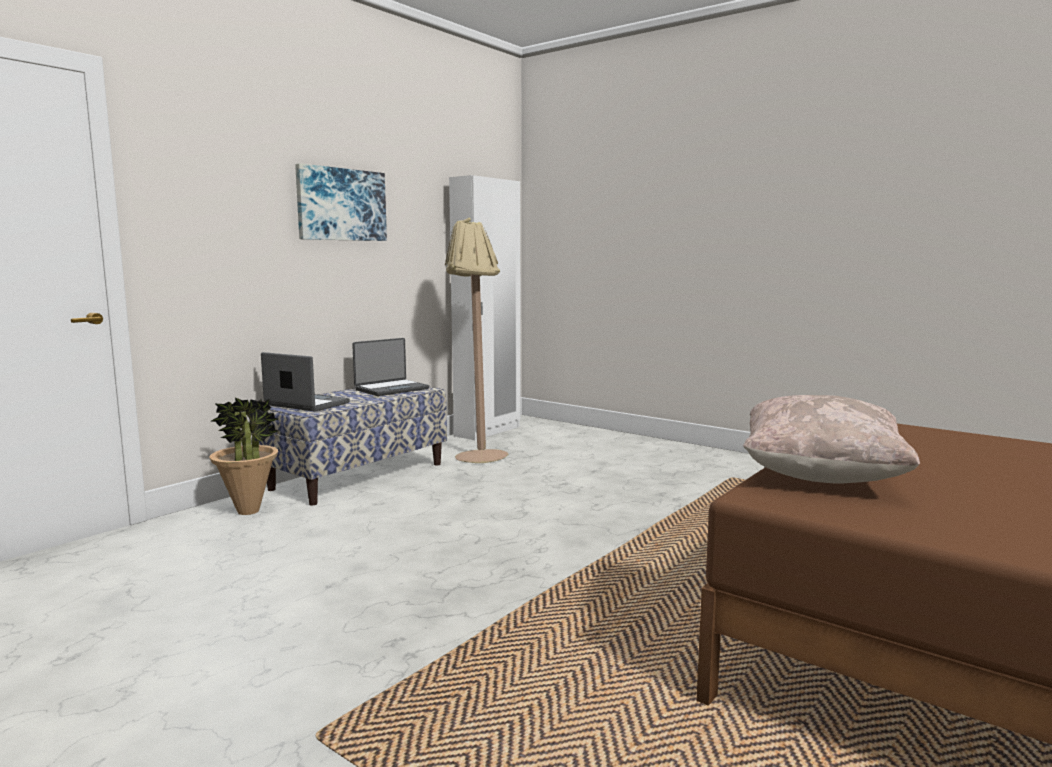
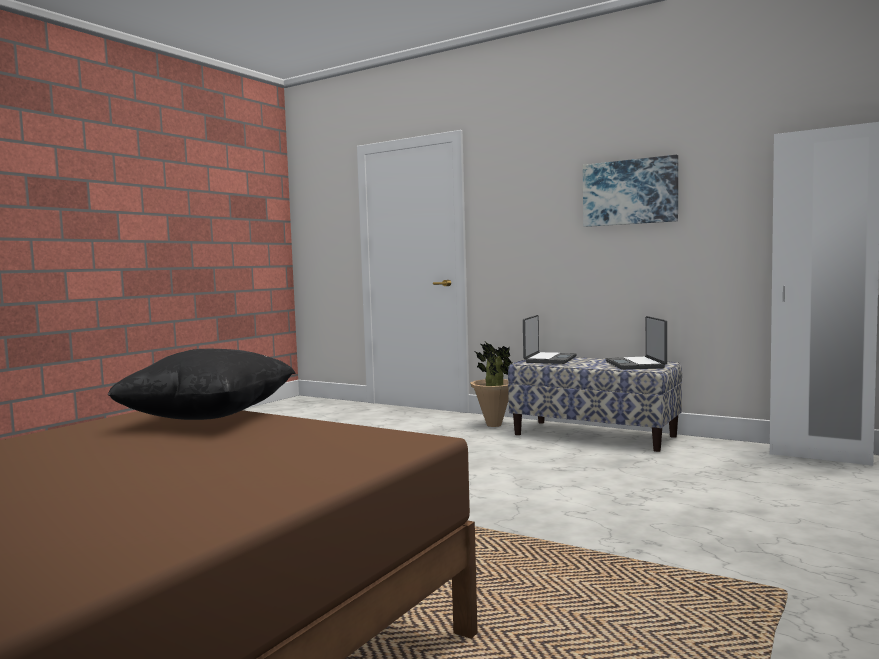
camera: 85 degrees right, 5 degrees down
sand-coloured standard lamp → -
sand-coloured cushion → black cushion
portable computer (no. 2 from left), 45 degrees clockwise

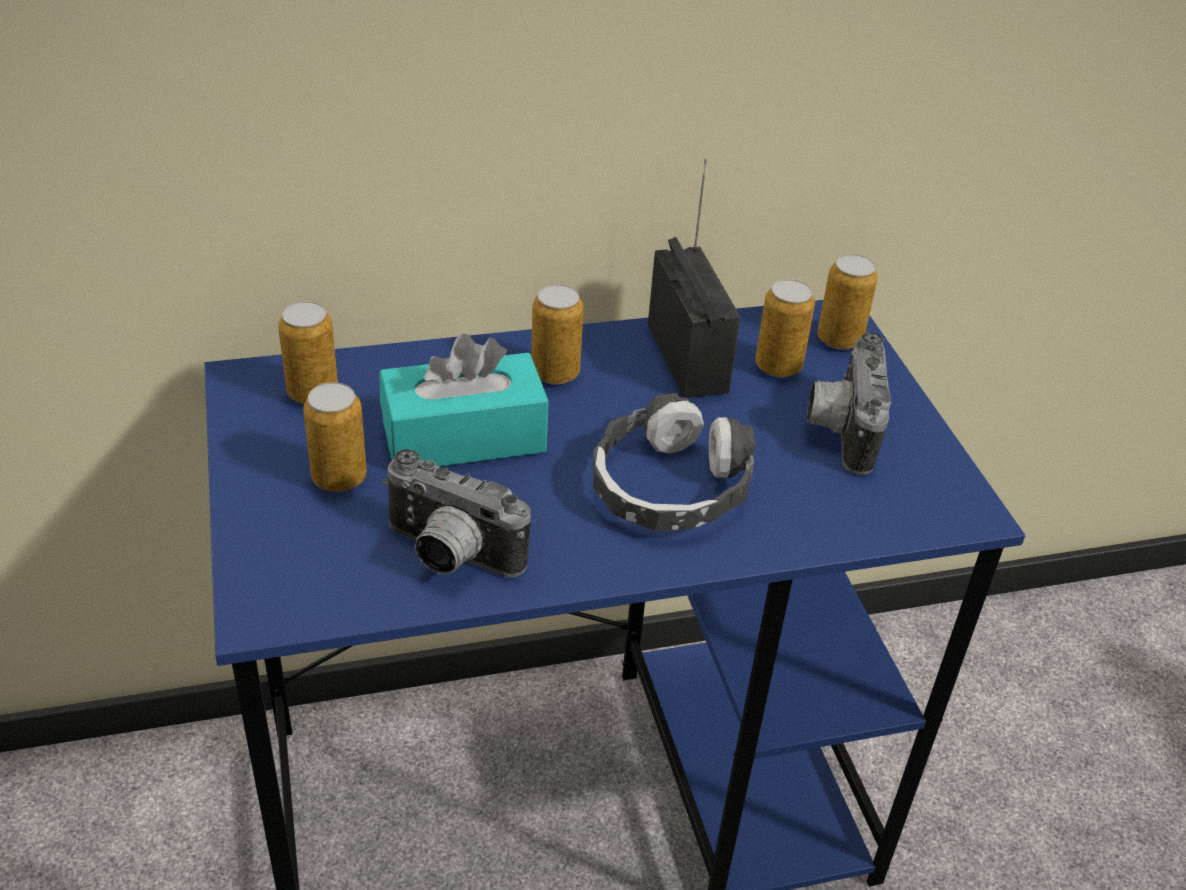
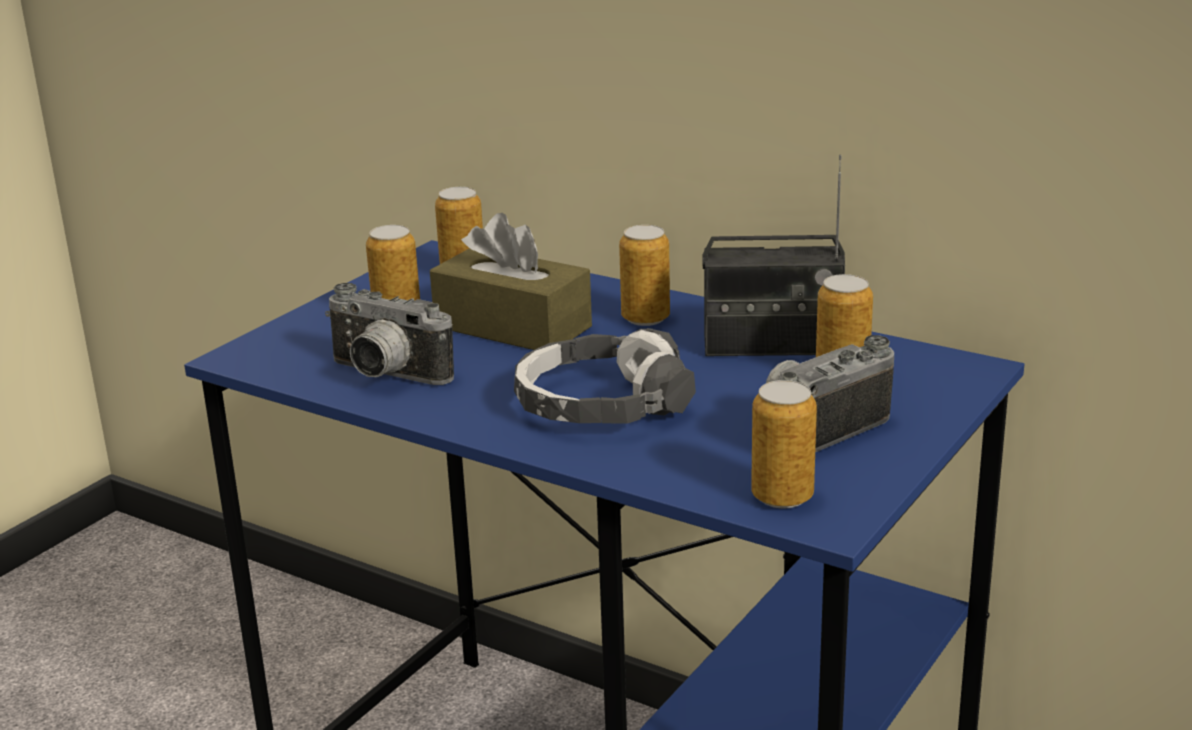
camera: 50 degrees right, 15 degrees down
metal can (no. 5 from left in the first image) → metal can (no. 4 from left), shifted
turquoise box of tissues → brown box of tissues
photo camera (no. 1 from left), 45 degrees counterclockwise
radio receiver, 60 degrees clockwise

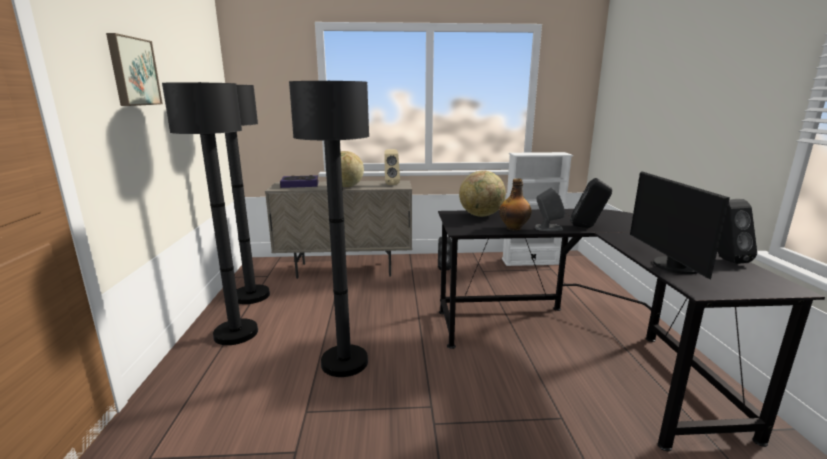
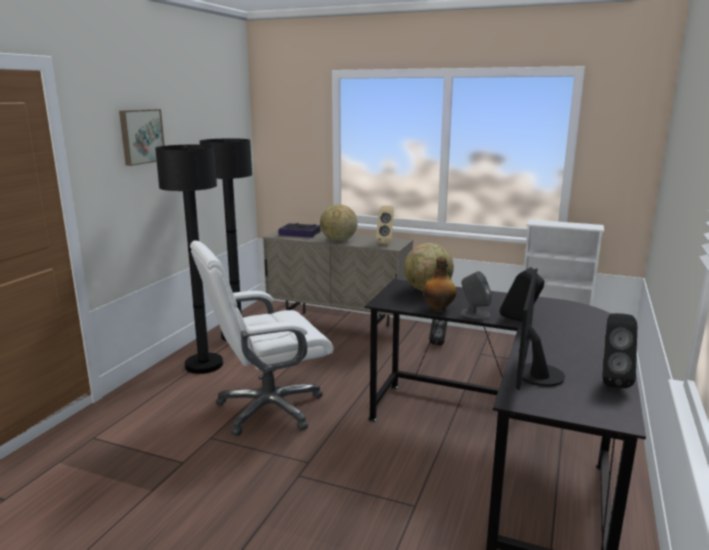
camera: 25 degrees right, 0 degrees up
black standard lamp (no. 3 from left) → white desk chair

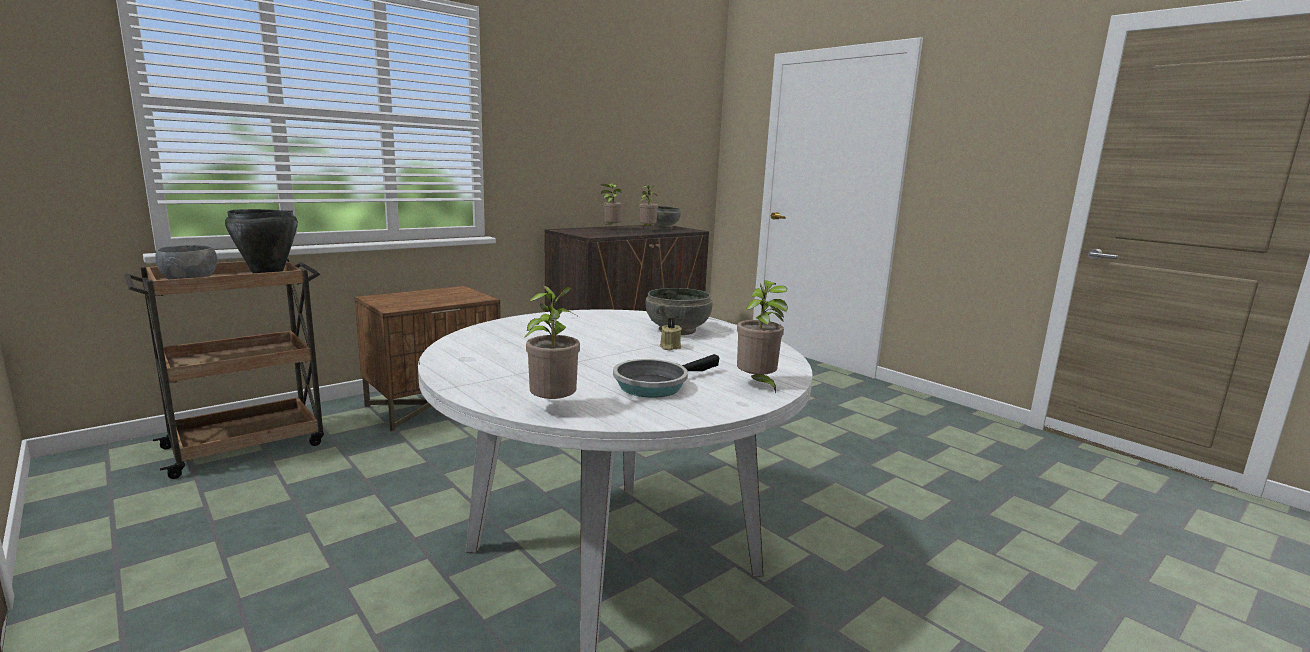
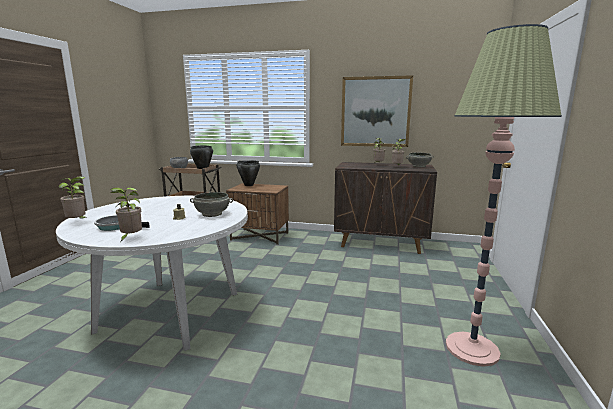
camera: 55 degrees right, 0 degrees up
- → black stockpot (no. 2 from left)
- → wall picture
- → standard lamp

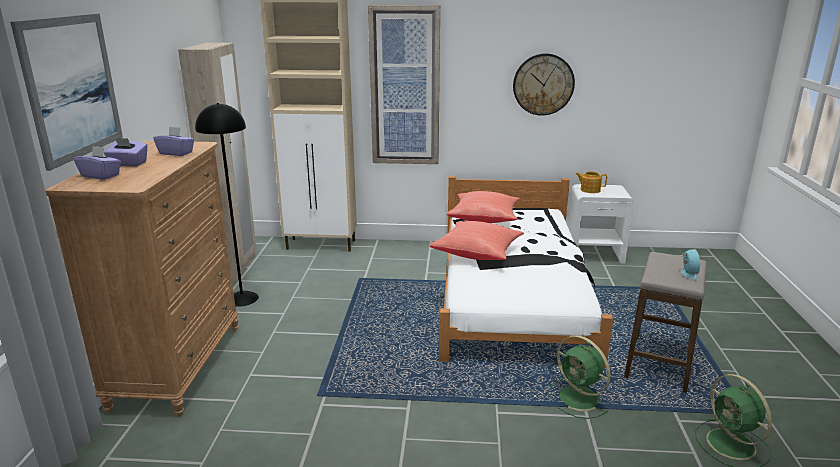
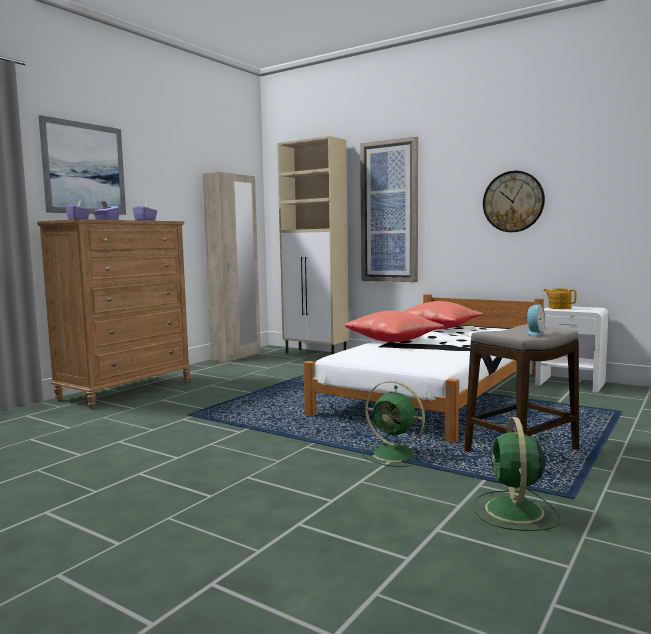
camera: 30 degrees right, 15 degrees down
black standard lamp → -
greenish electric fan (no. 1 from left), 45 degrees counterclockwise

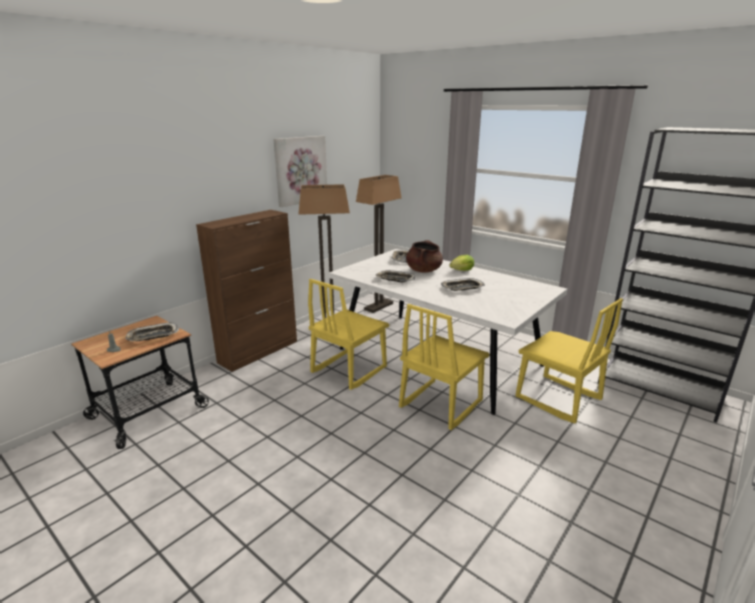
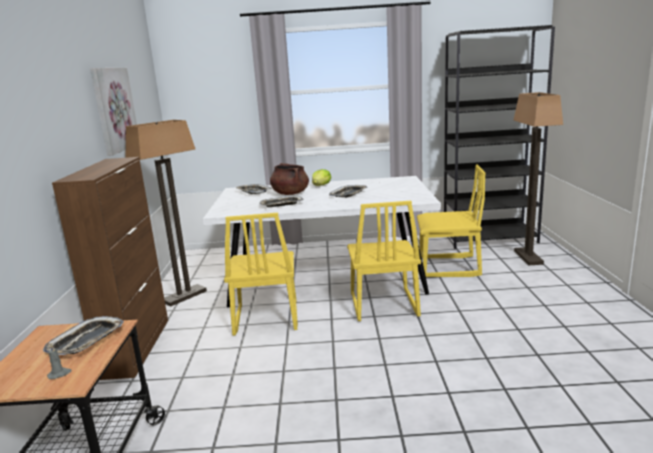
camera: 40 degrees left, 5 degrees down
standard lamp (no. 2 from left), shifted

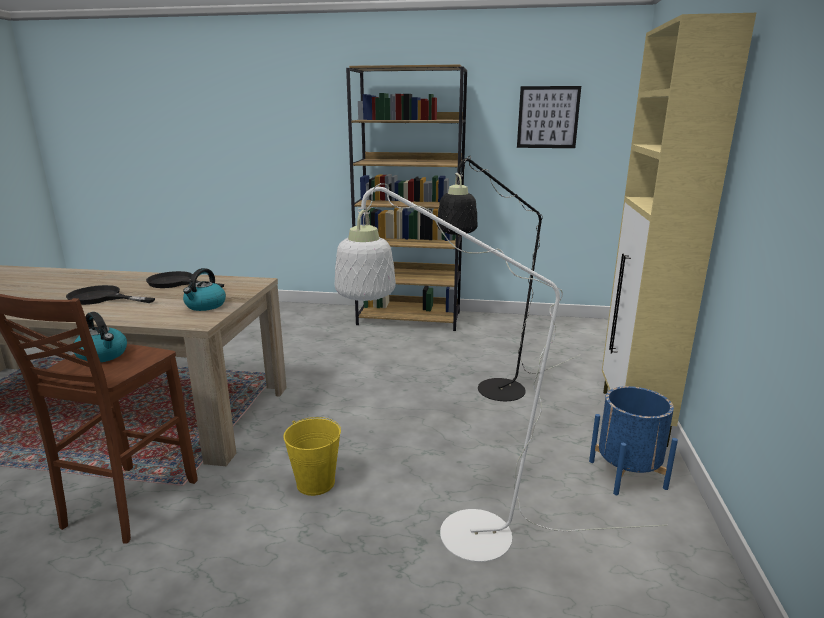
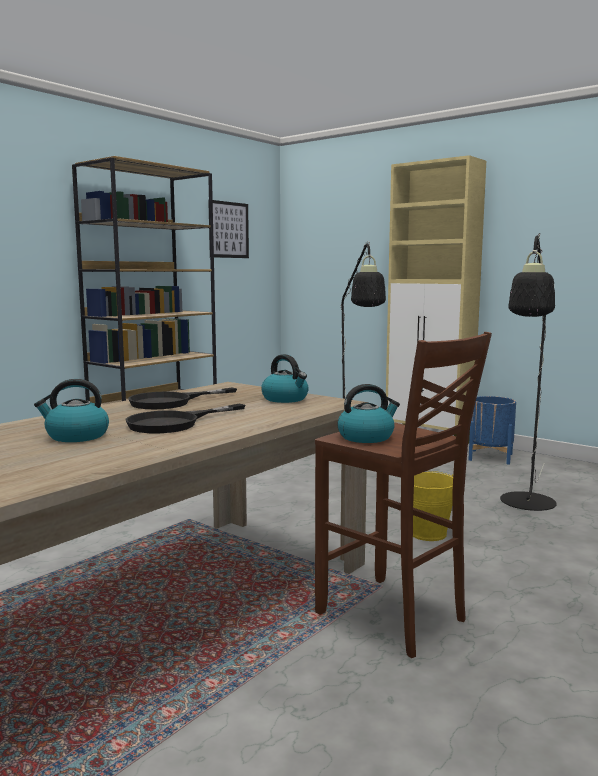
camera: 60 degrees left, 10 degrees down
- → water kettle (no. 1 from left)
white standard lamp → black standard lamp (no. 2 from left)

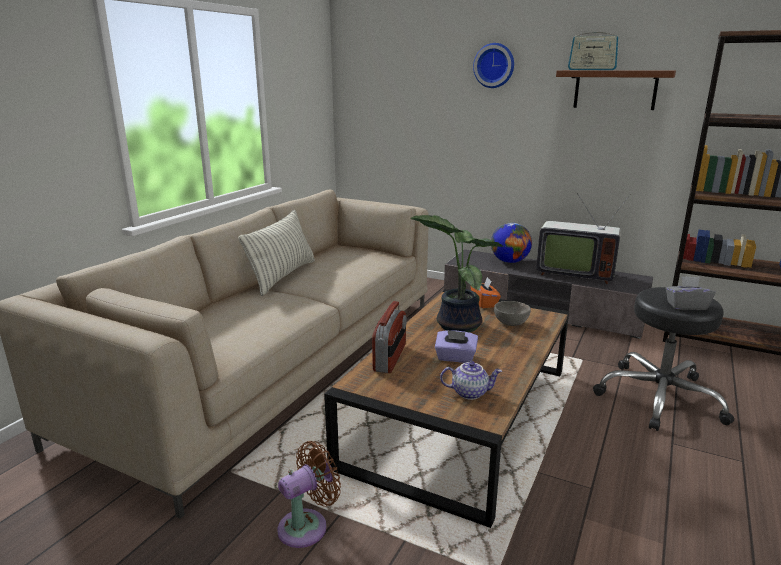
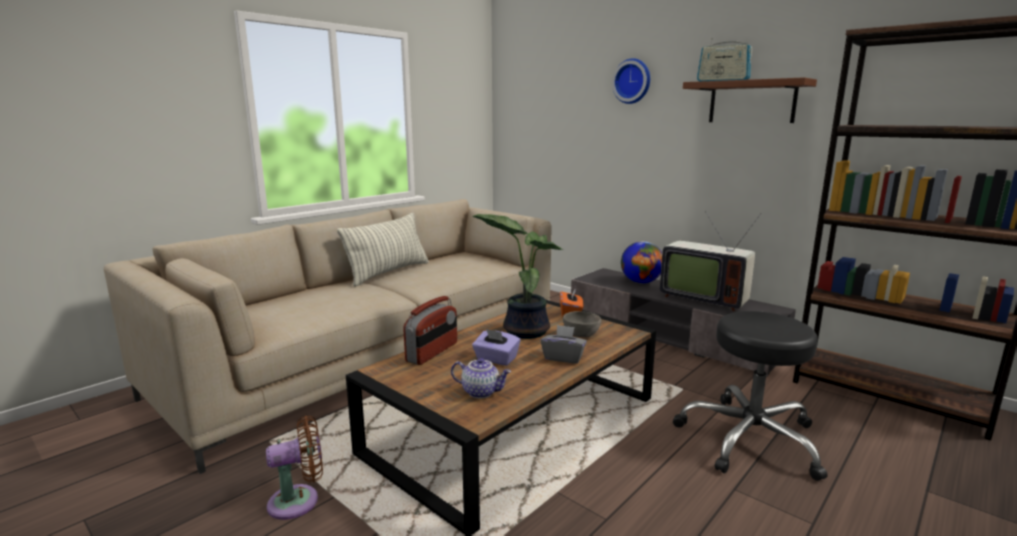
camera: 15 degrees right, 5 degrees down
grey box of tissues, shifted

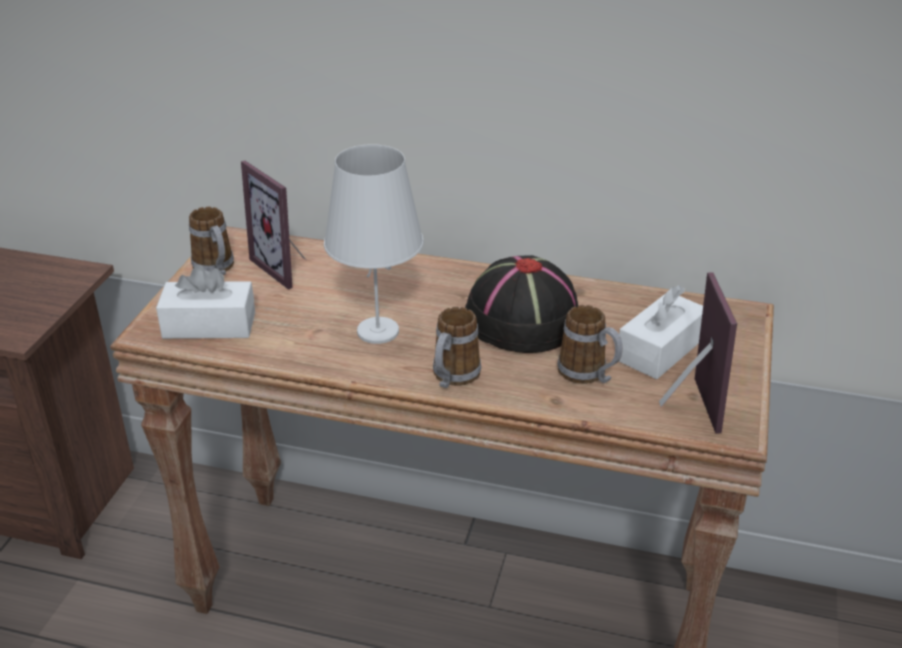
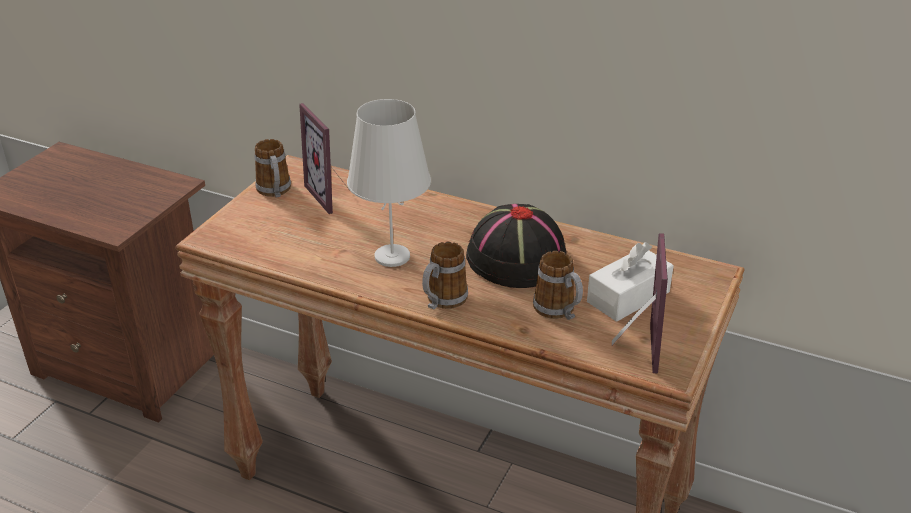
camera: 10 degrees right, 0 degrees up
white box of tissues (no. 1 from left) → -

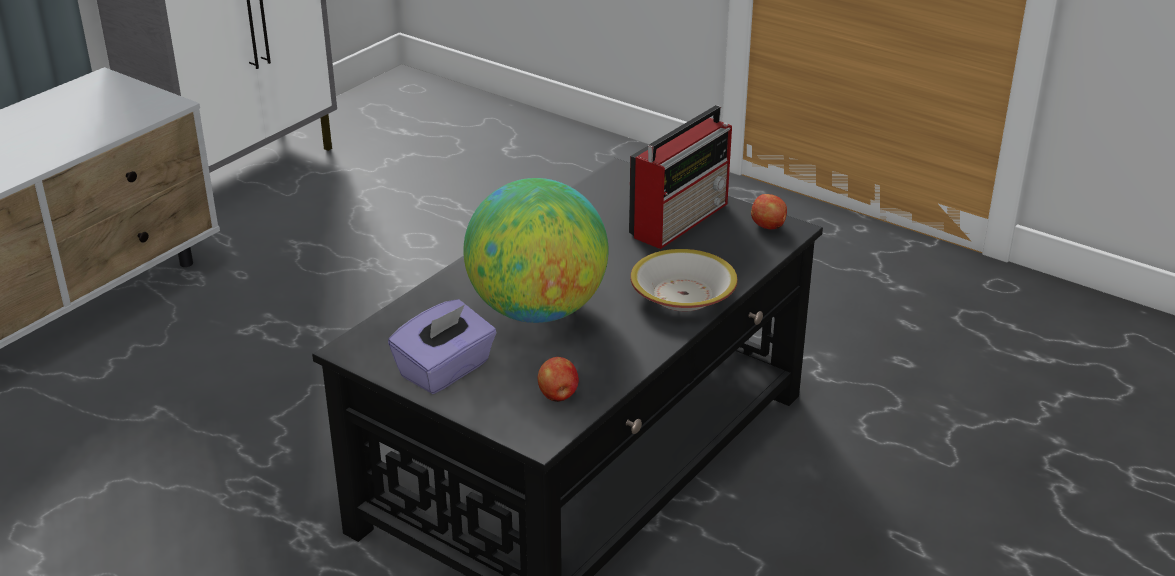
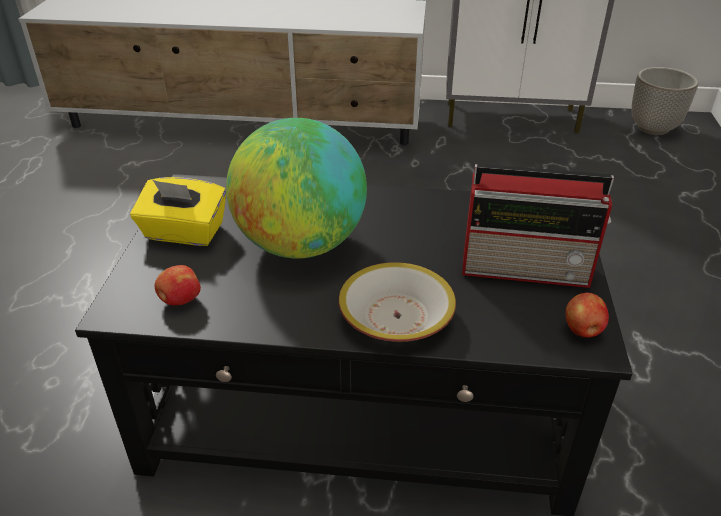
camera: 60 degrees right, 5 degrees up
- → flower pot
purple box of tissues → yellow-coloured box of tissues

